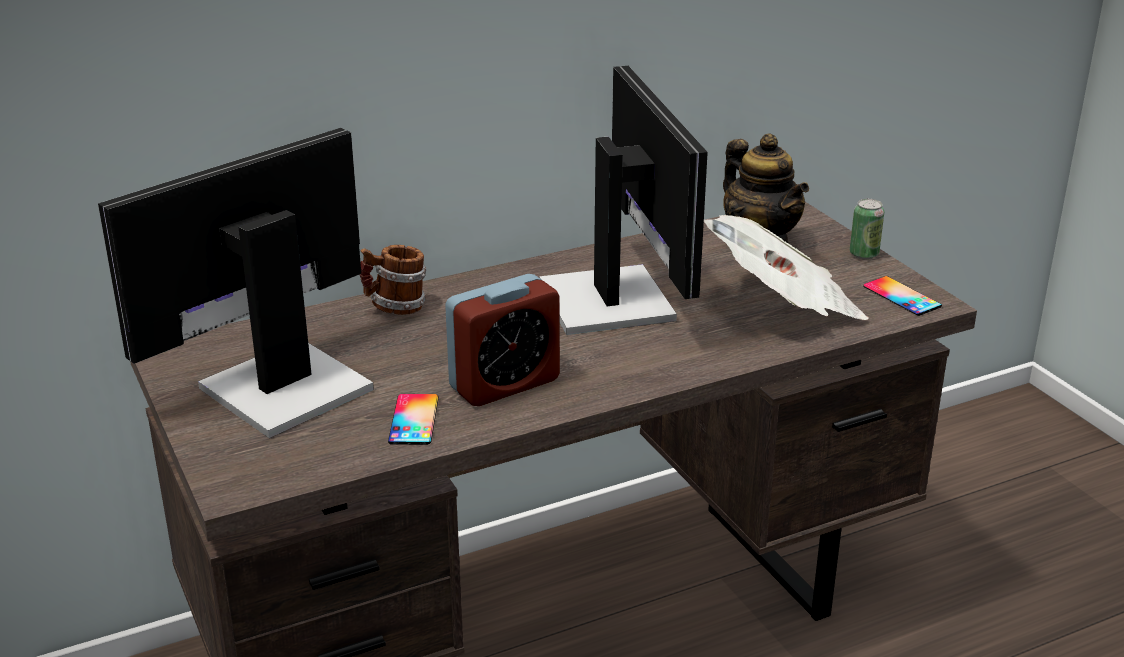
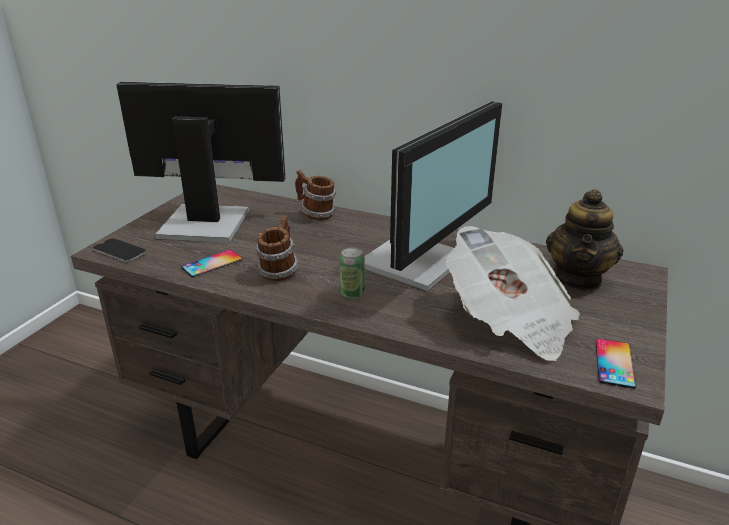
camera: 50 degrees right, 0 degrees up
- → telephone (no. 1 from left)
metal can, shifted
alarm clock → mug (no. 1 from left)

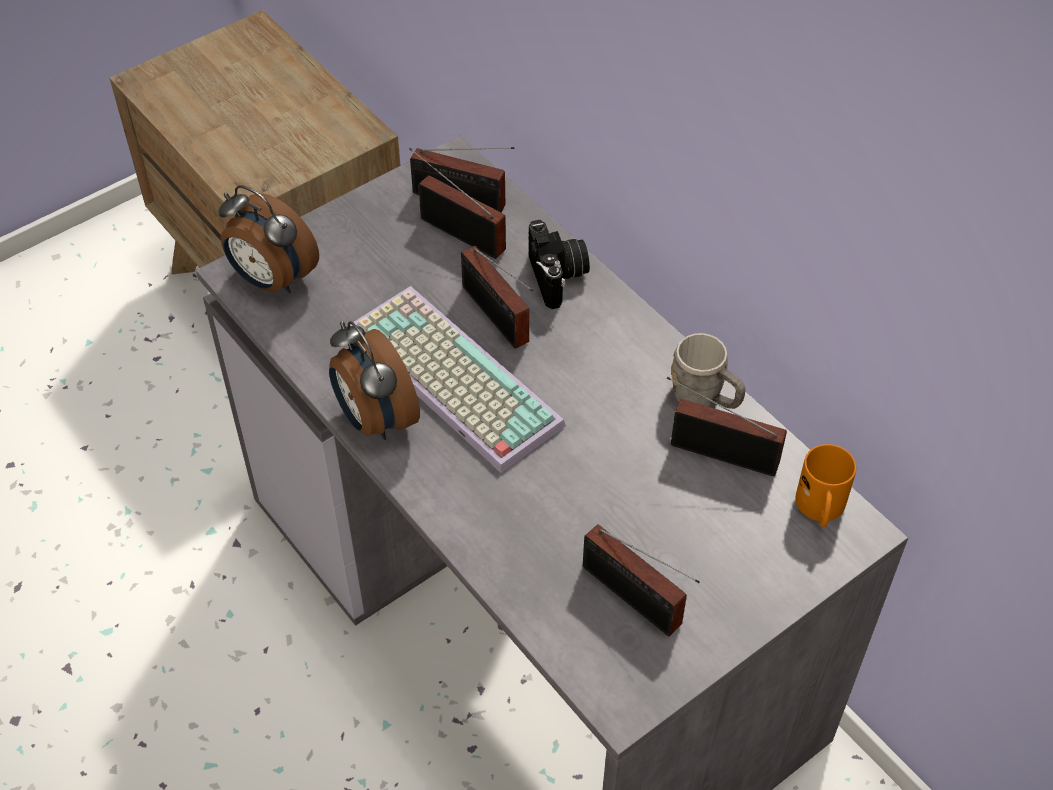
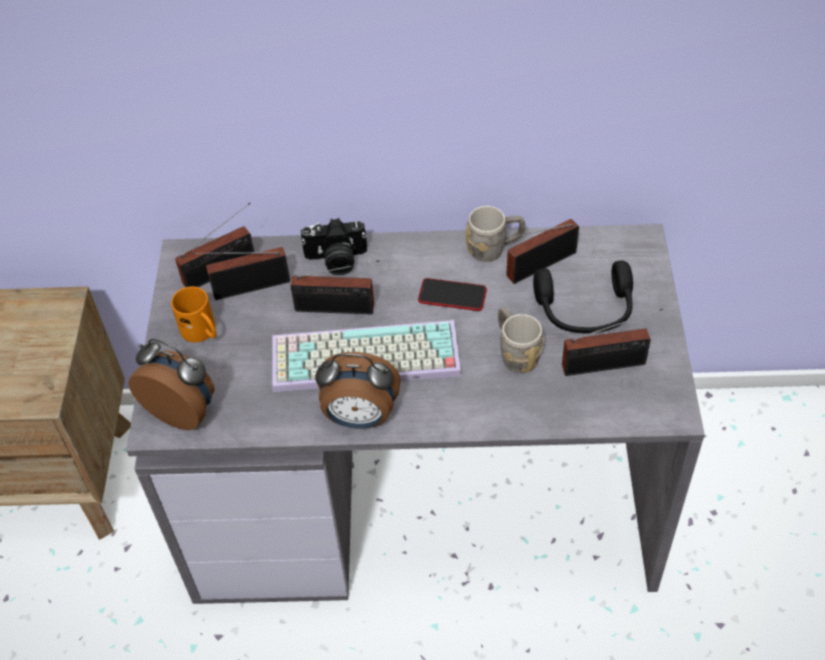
camera: 50 degrees left, 0 degrees up
- → telephone
- → grey mug (no. 2 from left)
- → black headset
orange mug, shifted
alarm clock (no. 1 from left), 135 degrees counterclockwise
photo camera, 150 degrees clockwise

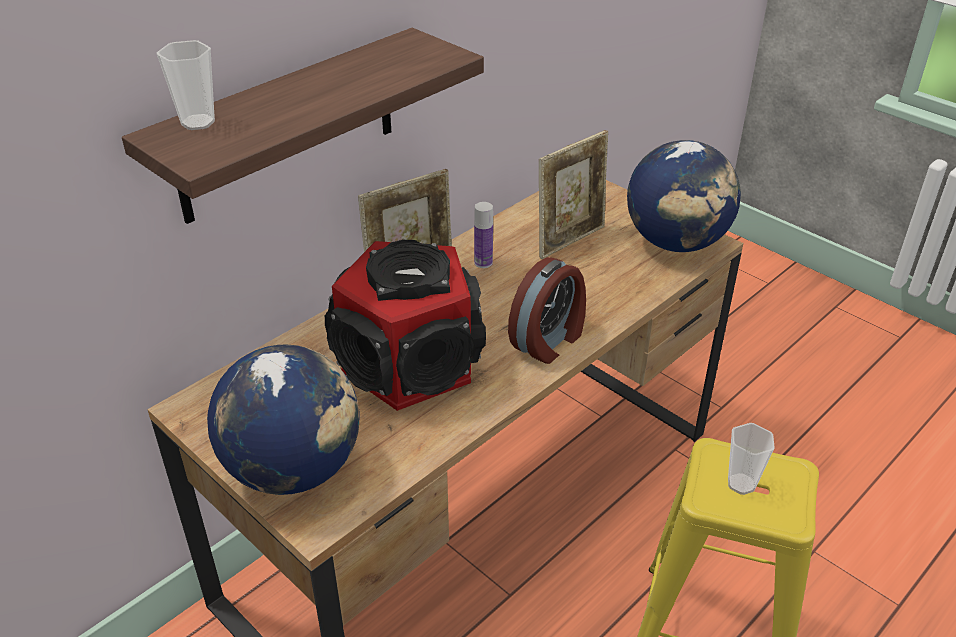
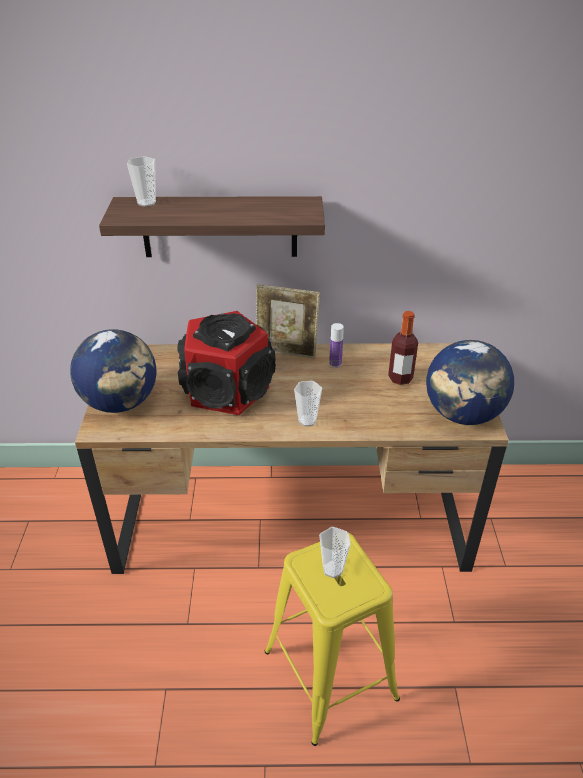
camera: 45 degrees right, 0 degrees up
alarm clock → small cup (no. 2 from left)
photo frame (no. 2 from left) → drink bottle (no. 2 from left)

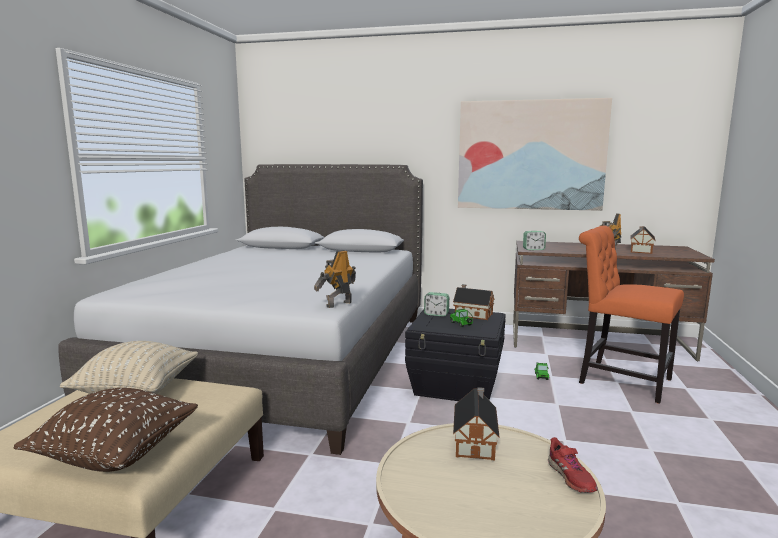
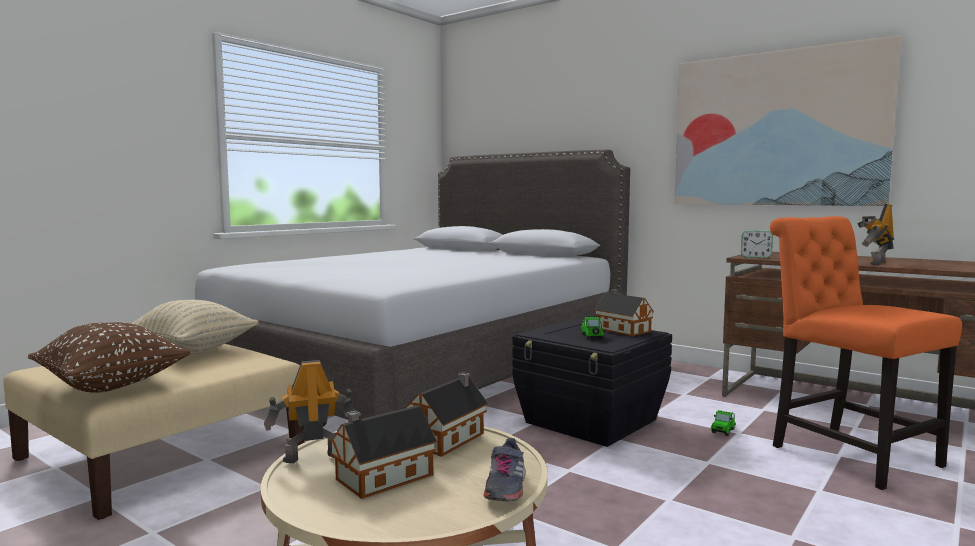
camera: 25 degrees right, 5 degrees down
alarm clock (no. 1 from left) → -
toy robot (no. 1 from left), shifted
model house (no. 3 from left in the first image) → model house (no. 1 from left), shifted
reddish low shoe → grey low shoe

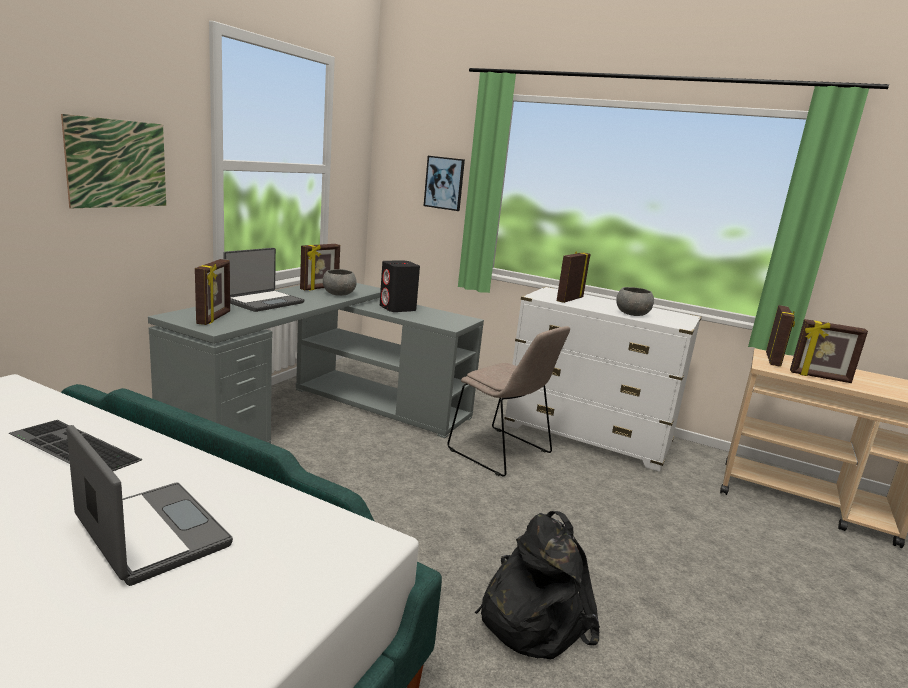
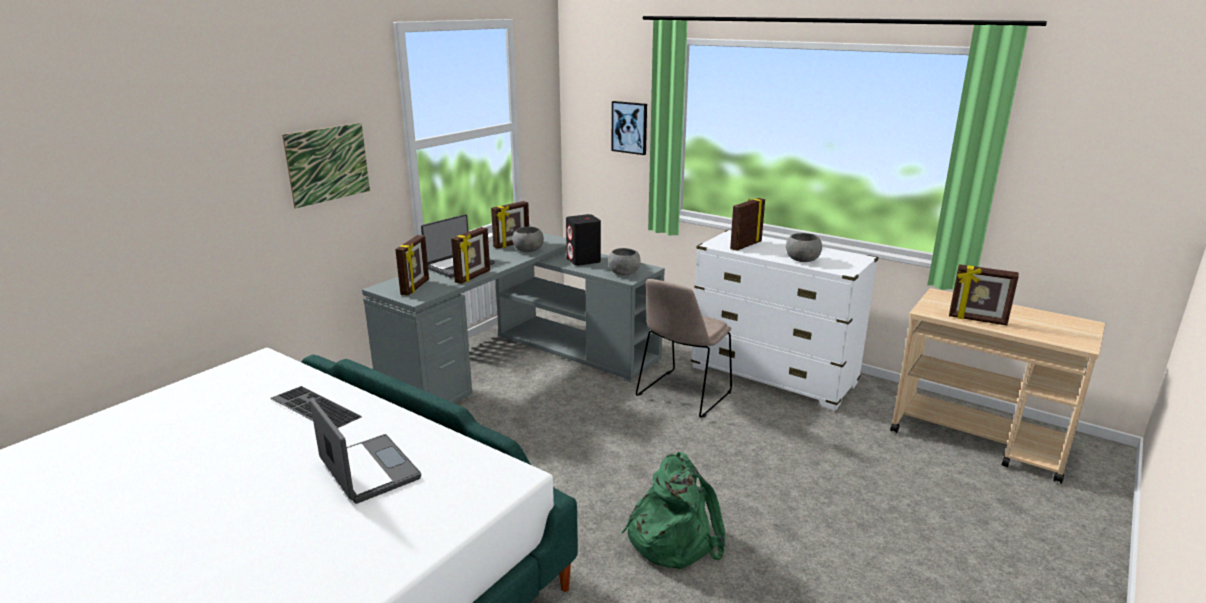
camera: 10 degrees right, 5 degrees up
- → grey bowl (no. 2 from left)
photo frame (no. 4 from left in the first image) → photo frame (no. 2 from left), shifted
black backpack → greenish backpack
sand-coloured plain chair, 75 degrees clockwise

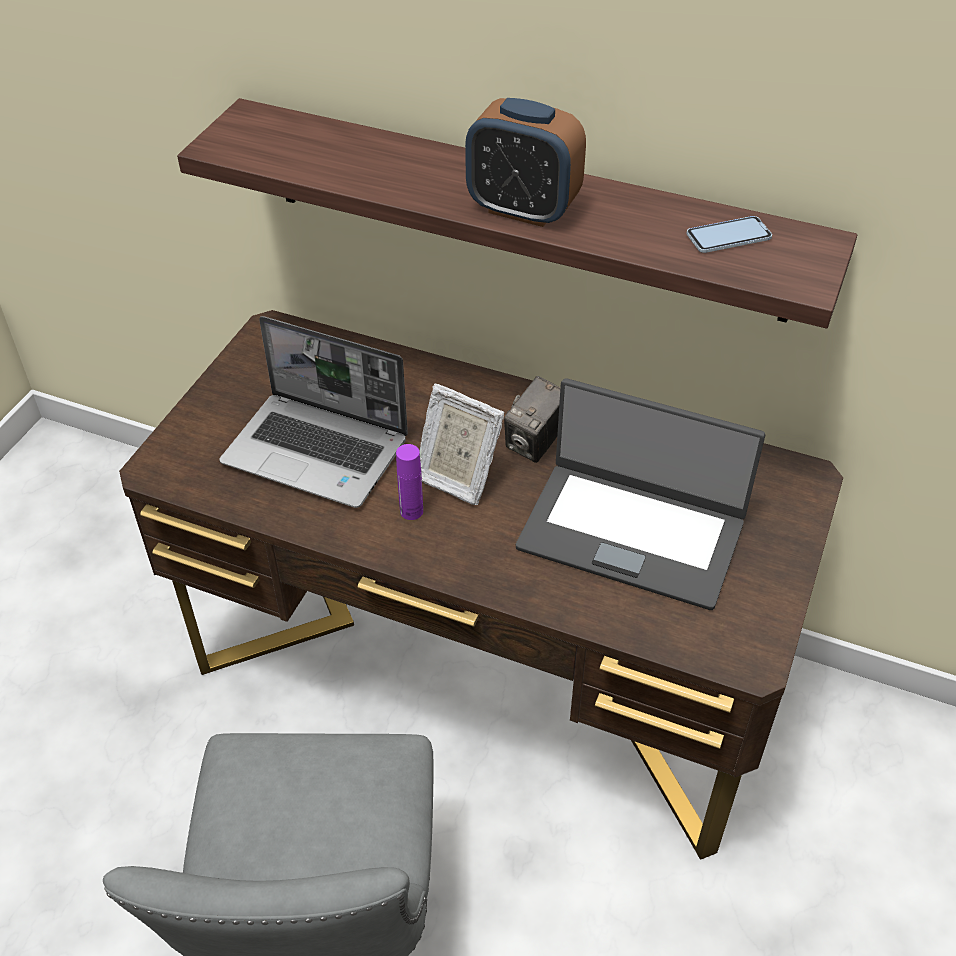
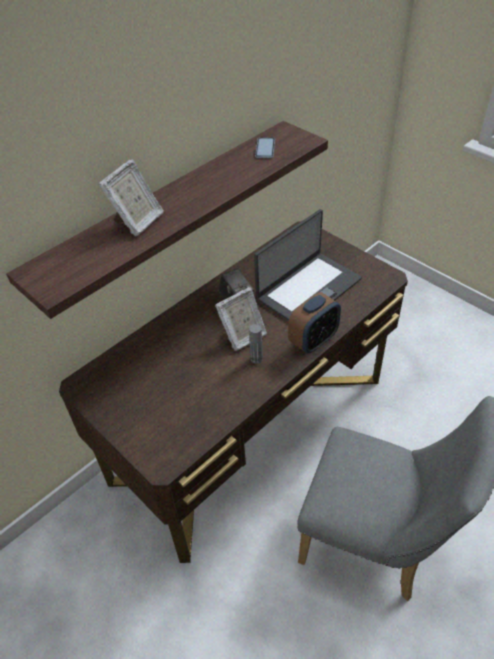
camera: 65 degrees left, 0 degrees up
portable computer (no. 1 from left) → -
- → photo frame (no. 1 from left)
alarm clock, shifted
purple drink bottle → grey drink bottle

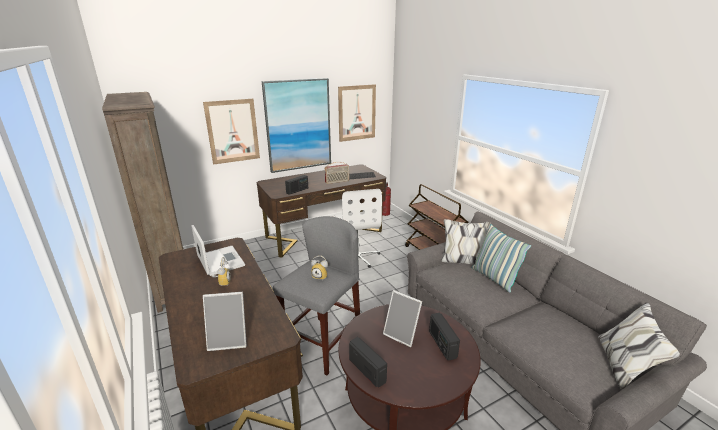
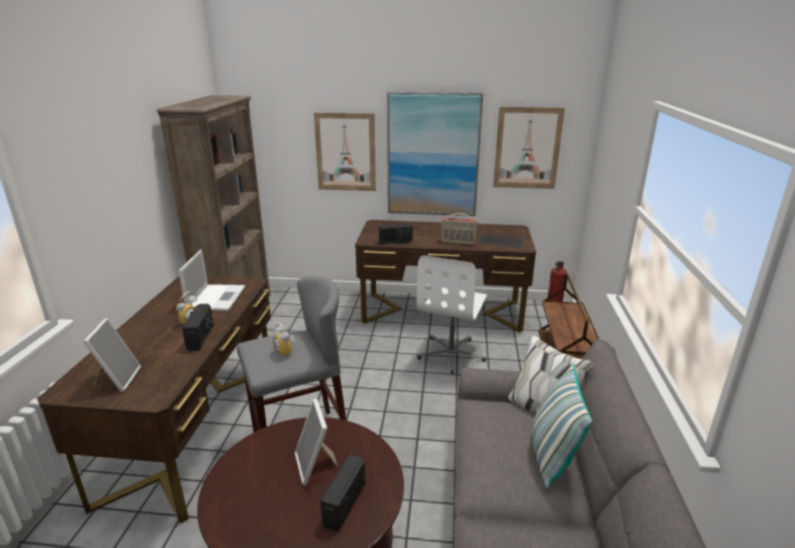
camera: 35 degrees right, 0 degrees up
radio receiver (no. 3 from left in the first image) → radio receiver (no. 1 from left), shifted
photo frame (no. 1 from left), 120 degrees counterclockwise

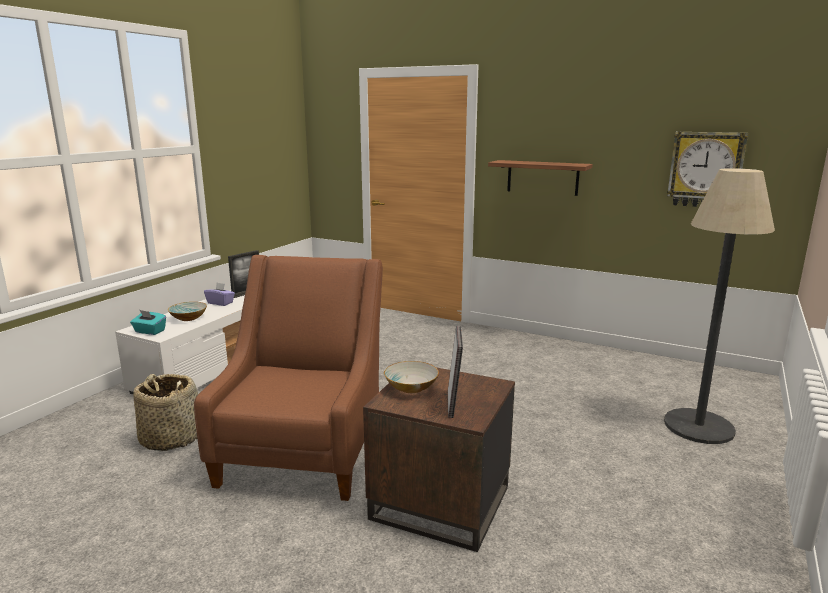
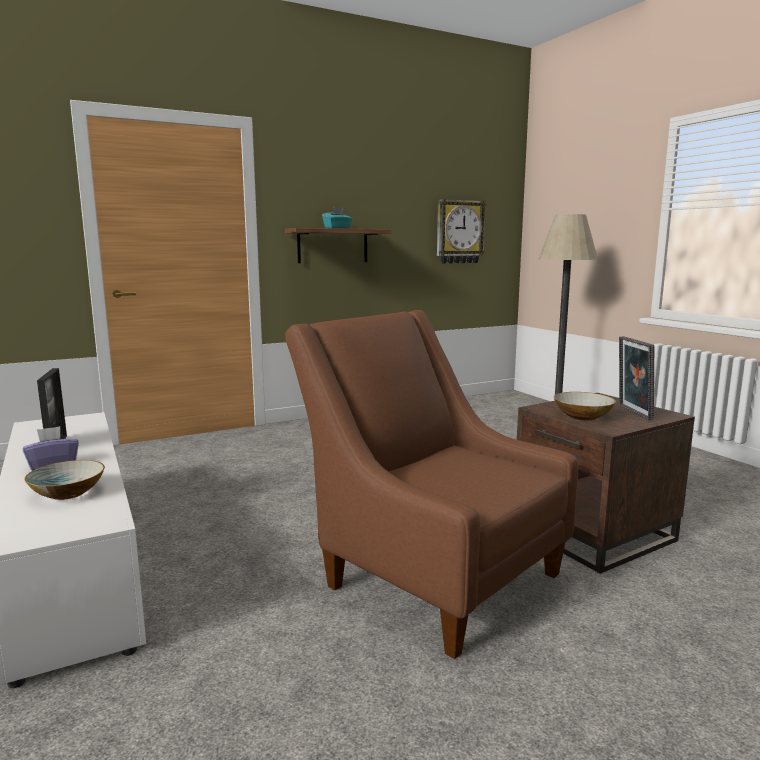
camera: 55 degrees left, 5 degrees down
basket → -
turquoise box of tissues, shifted
photo frame (no. 2 from left), 135 degrees counterclockwise

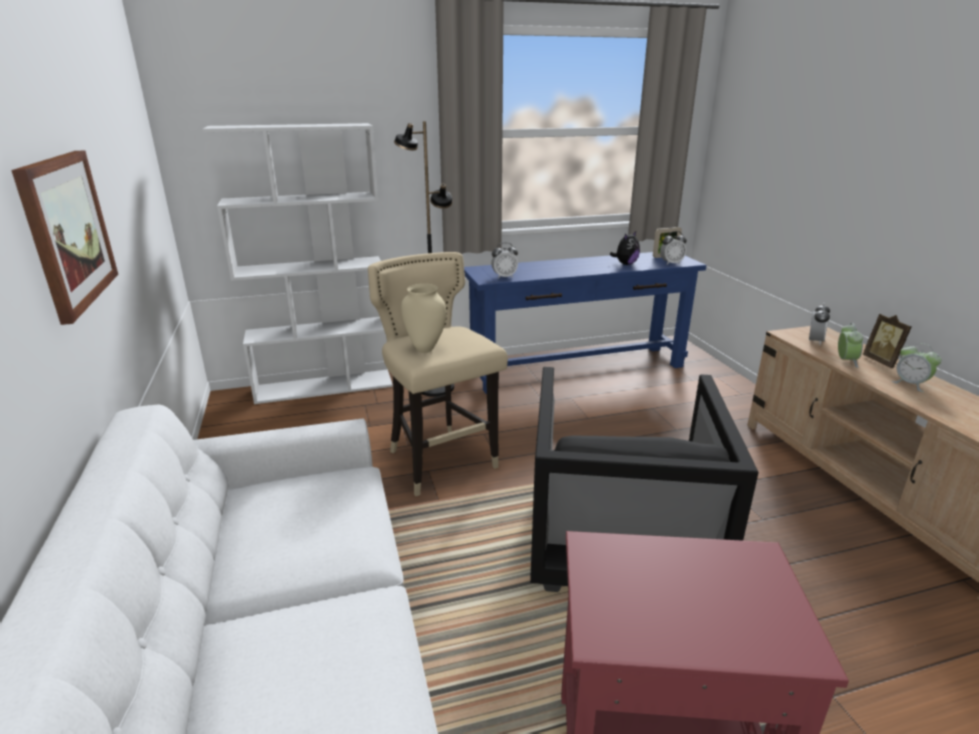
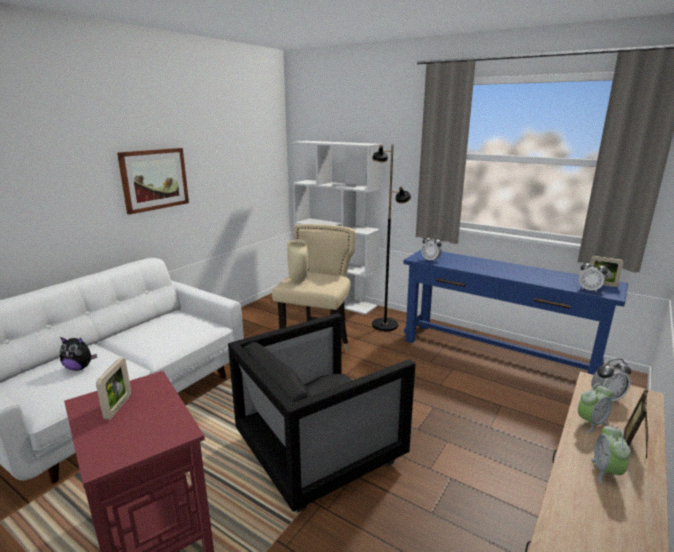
camera: 50 degrees right, 5 degrees down
- → photo frame (no. 1 from left)
soft toy, shifted

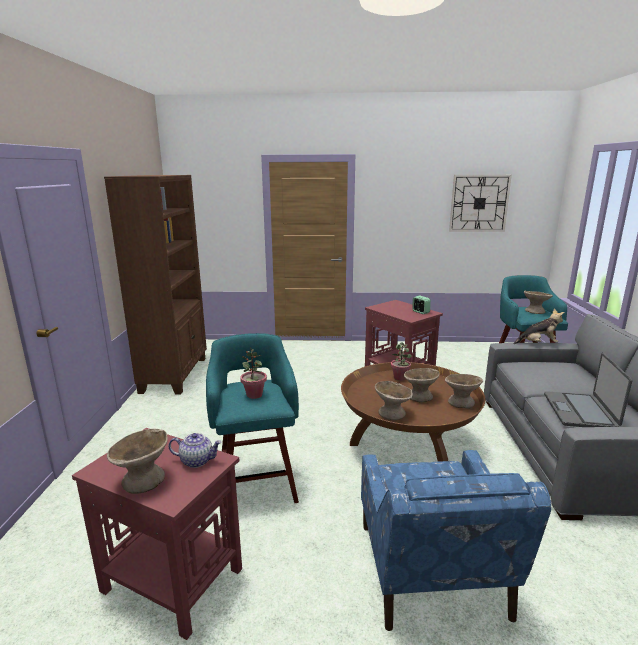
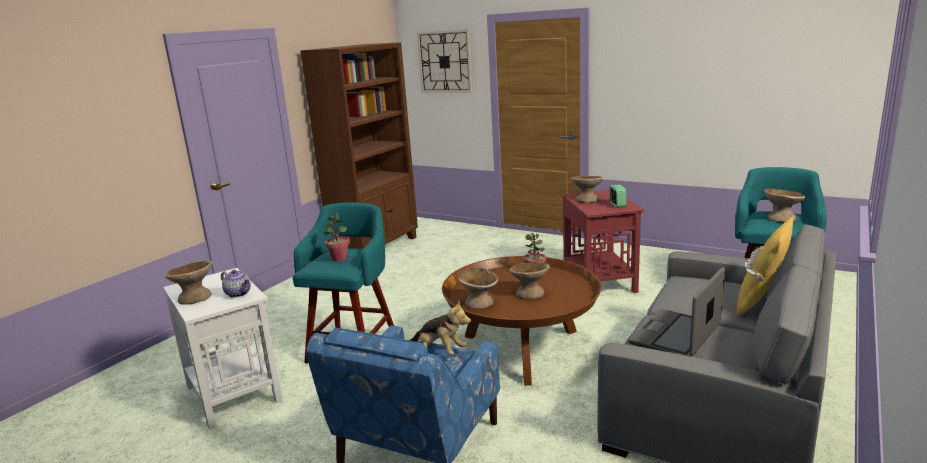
camera: 30 degrees right, 0 degrees up
- → yellow-coloured cushion
sand-coloured bowl (no. 4 from left), shifted
hanging clock, shifted
soft toy, shifted
reddish side table (no. 1 from left) → white side table

